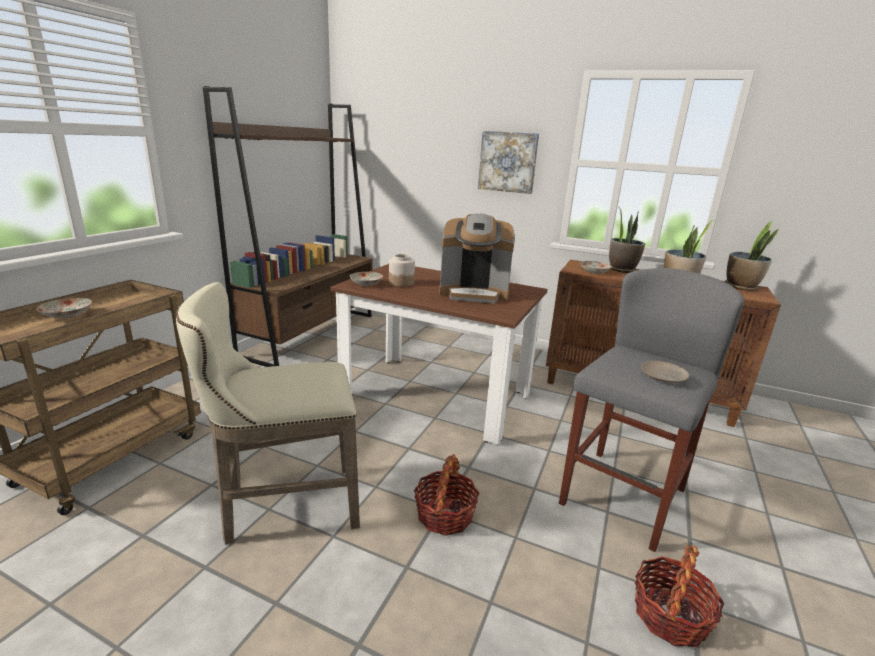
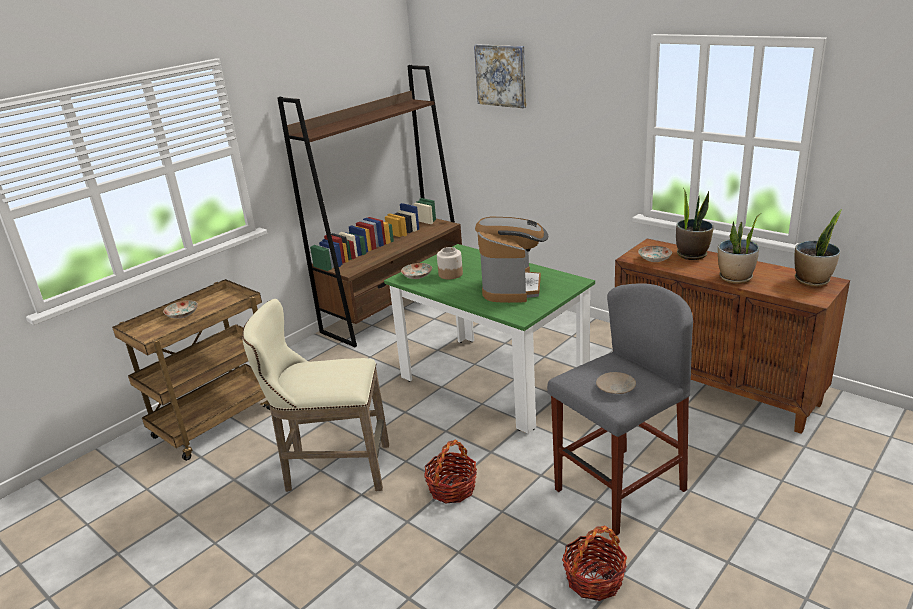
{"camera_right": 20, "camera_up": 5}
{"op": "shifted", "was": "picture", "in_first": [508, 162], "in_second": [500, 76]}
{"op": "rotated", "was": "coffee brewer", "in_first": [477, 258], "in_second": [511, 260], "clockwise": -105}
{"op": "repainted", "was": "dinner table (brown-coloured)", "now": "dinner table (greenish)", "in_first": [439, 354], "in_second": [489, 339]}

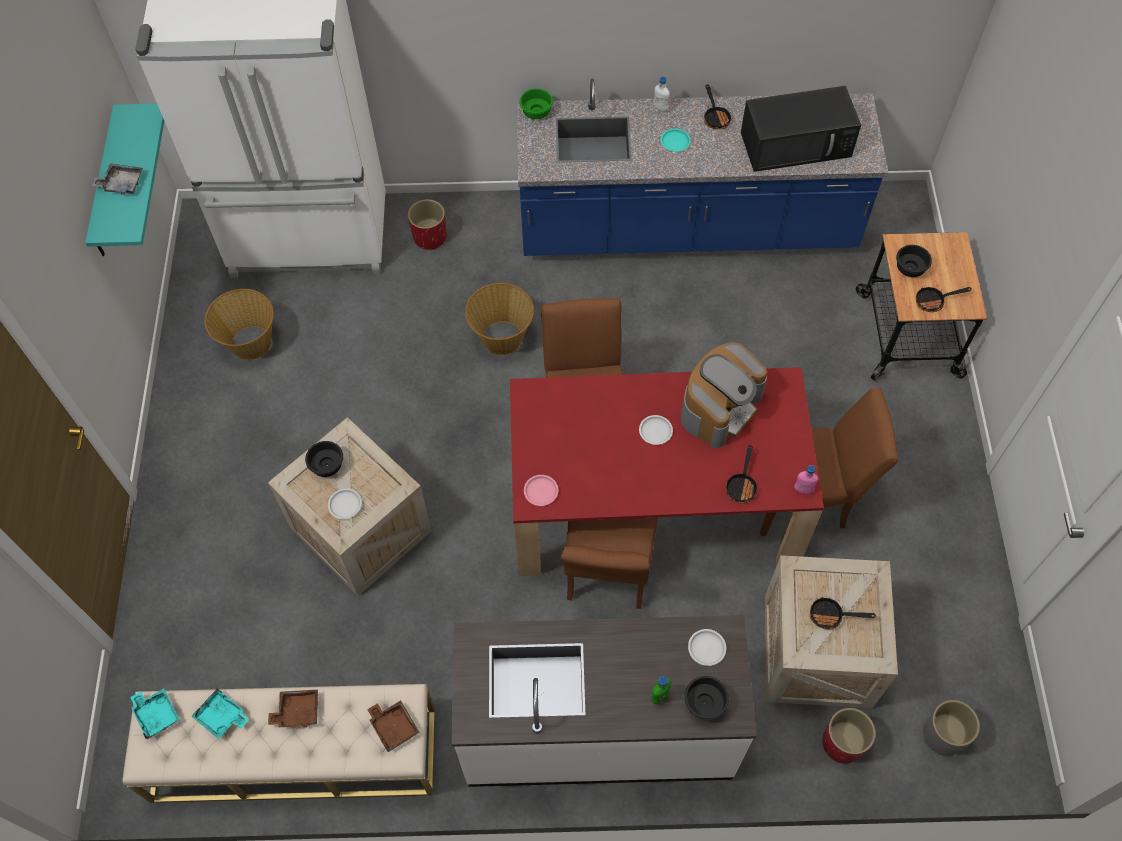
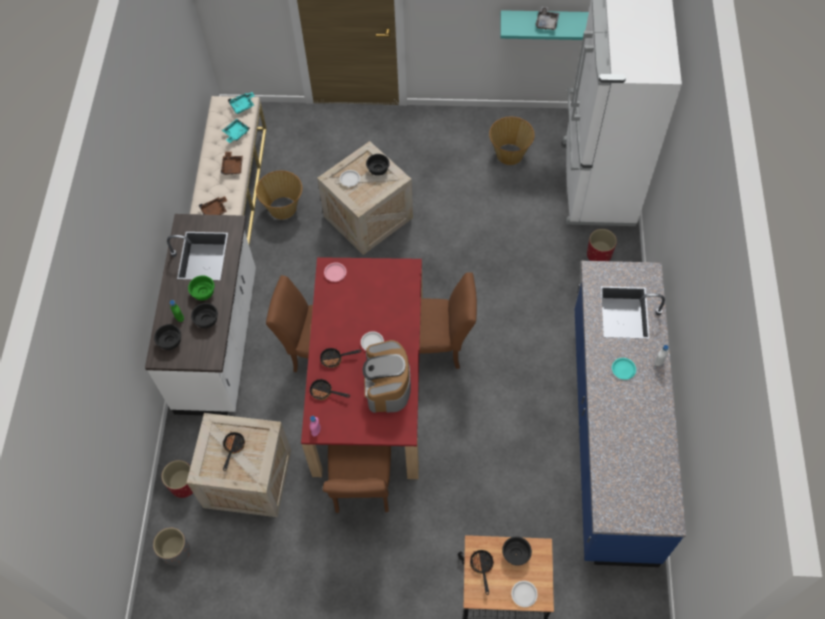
{"camera_right": 95, "camera_up": 0}
{"op": "shifted", "was": "frying pan", "in_first": [718, 107], "in_second": [340, 356]}
{"op": "gone", "was": "kitchen microwave (black)", "in_first": [801, 129]}
{"op": "shifted", "was": "deep dish (greenish)", "in_first": [536, 103], "in_second": [201, 288]}
{"op": "shifted", "was": "household basket", "in_first": [499, 319], "in_second": [279, 194]}
{"op": "rotated", "was": "coffee brewer", "in_first": [724, 395], "in_second": [386, 376], "clockwise": 45}
{"op": "shifted", "was": "plate (whitish)", "in_first": [707, 647], "in_second": [524, 594]}
{"op": "new", "now": "deep dish (black)", "in_second": [204, 315]}

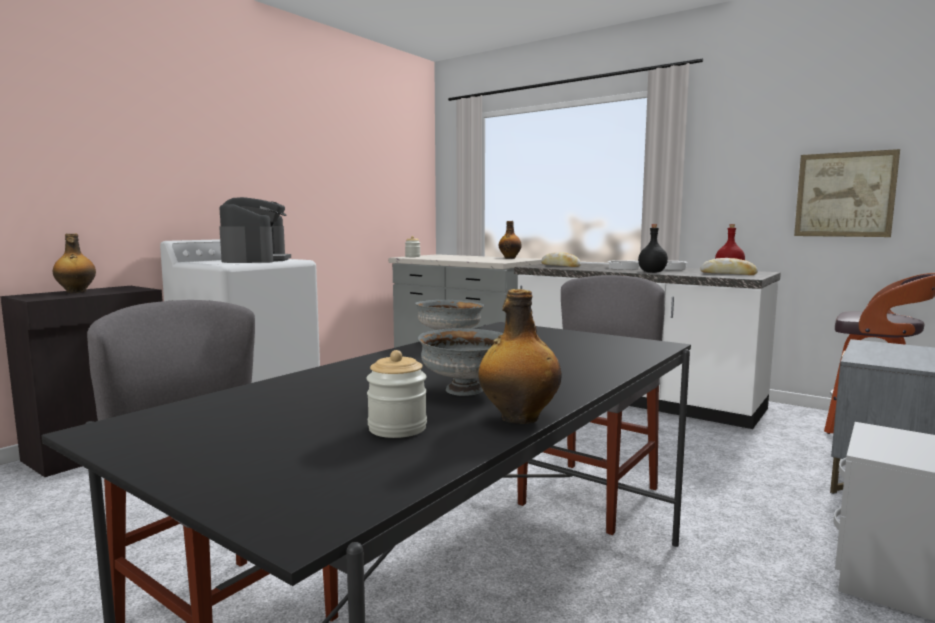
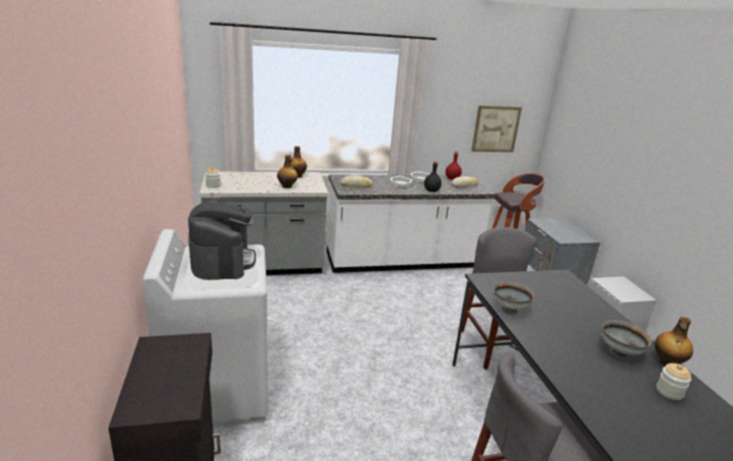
{"camera_right": -50, "camera_up": 15}
{"op": "rotated", "was": "coffee brewer", "in_first": [255, 230], "in_second": [222, 240], "clockwise": 45}
{"op": "shifted", "was": "drink bottle", "in_first": [74, 263], "in_second": [287, 171]}

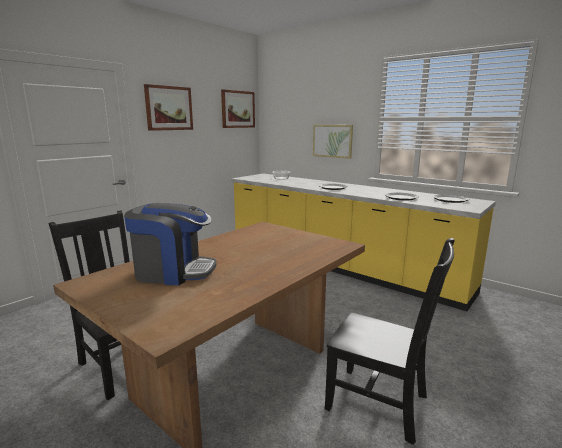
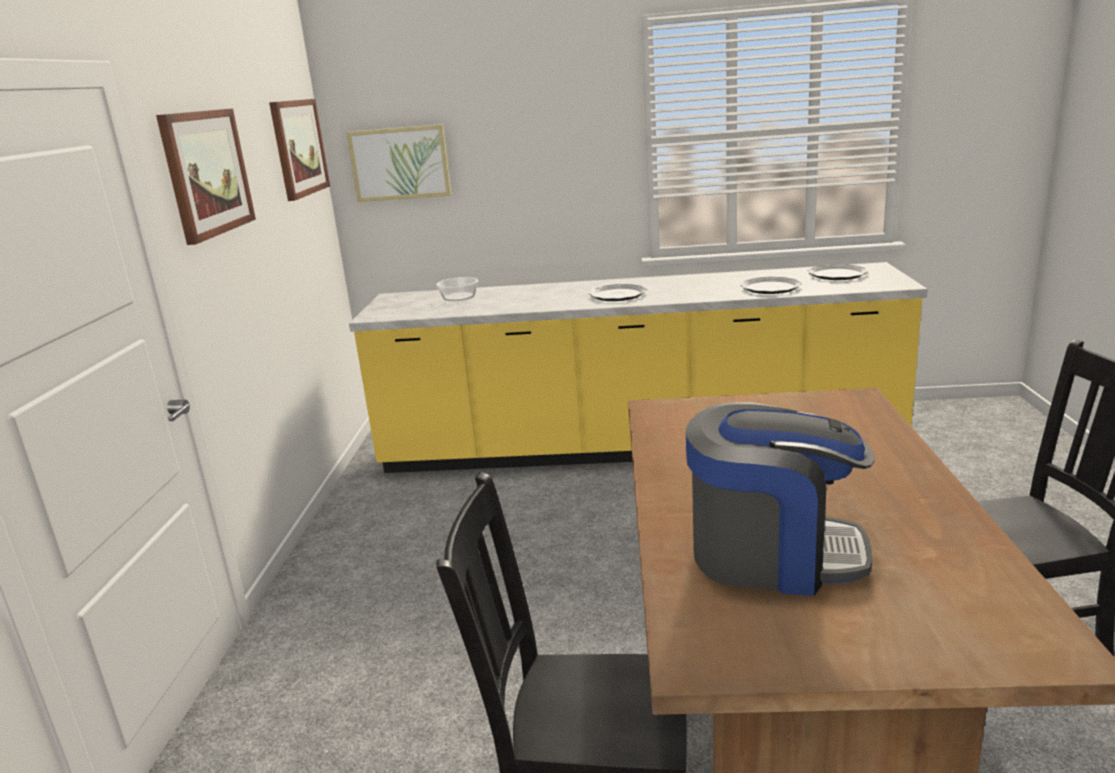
{"camera_right": -35, "camera_up": 5}
{"op": "shifted", "was": "picture", "in_first": [333, 142], "in_second": [399, 163]}
{"op": "rotated", "was": "coffee brewer", "in_first": [170, 244], "in_second": [780, 499], "clockwise": 45}

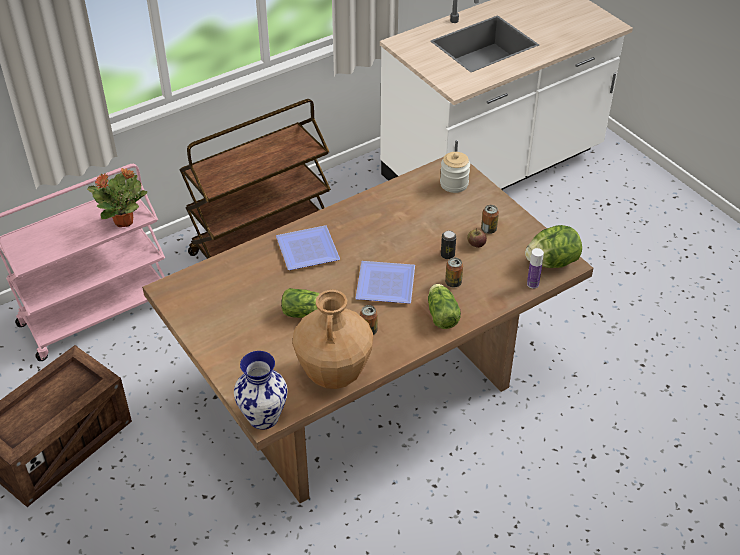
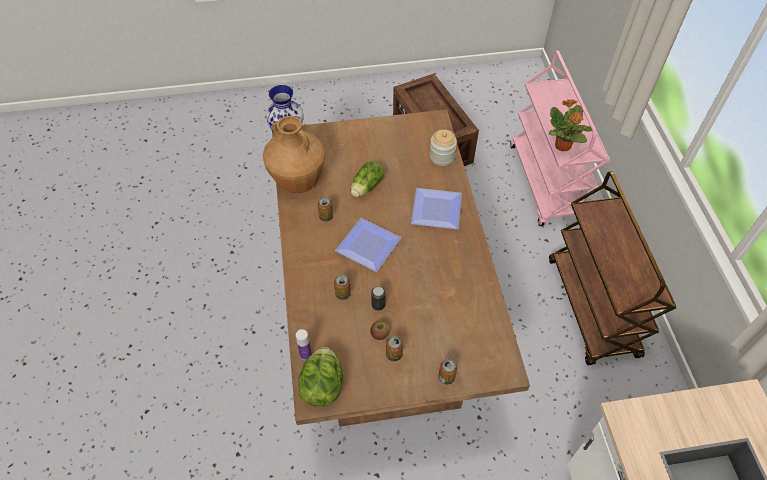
{"camera_right": 115, "camera_up": 10}
{"op": "shifted", "was": "jar", "in_first": [455, 172], "in_second": [443, 147]}
{"op": "gone", "was": "head of lettuce", "in_first": [444, 306]}
{"op": "new", "now": "sealed can", "in_second": [447, 372]}

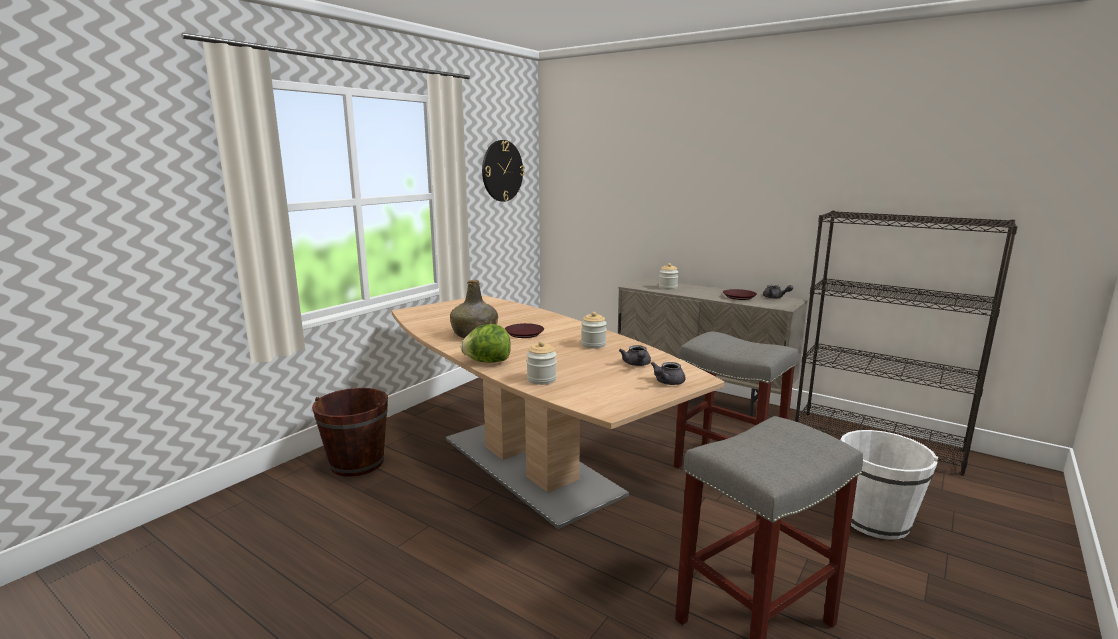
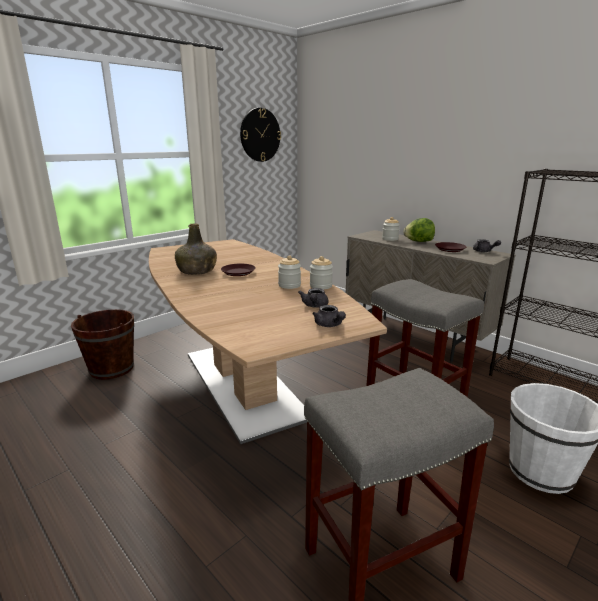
{"camera_right": 10, "camera_up": 5}
{"op": "shifted", "was": "head of lettuce", "in_first": [486, 343], "in_second": [419, 230]}
{"op": "shifted", "was": "jar", "in_first": [541, 363], "in_second": [321, 272]}
{"op": "rotated", "was": "tea pot (greyish)", "in_first": [668, 373], "in_second": [329, 316], "clockwise": -75}

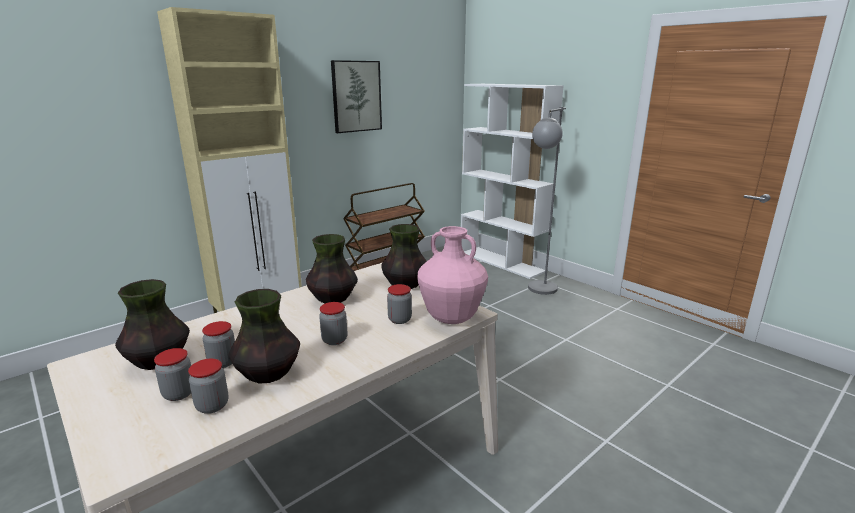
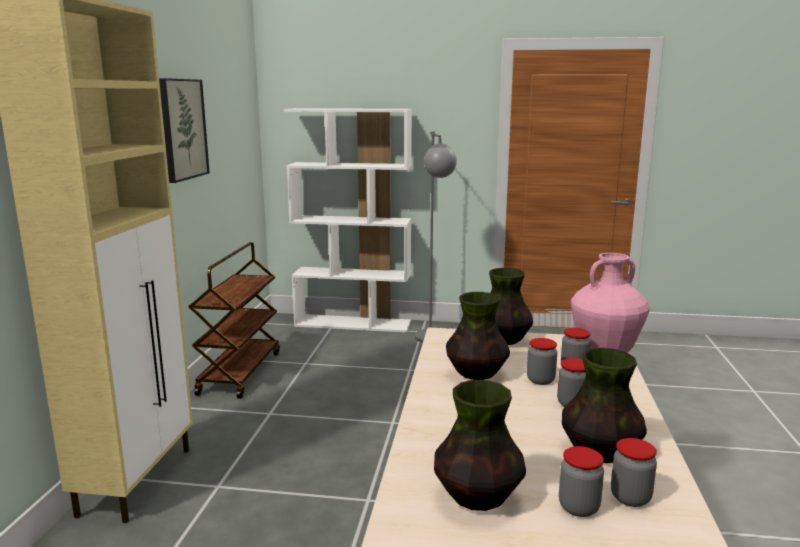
{"camera_right": -40, "camera_up": -5}
{"op": "shifted", "was": "jar", "in_first": [218, 344], "in_second": [542, 361]}

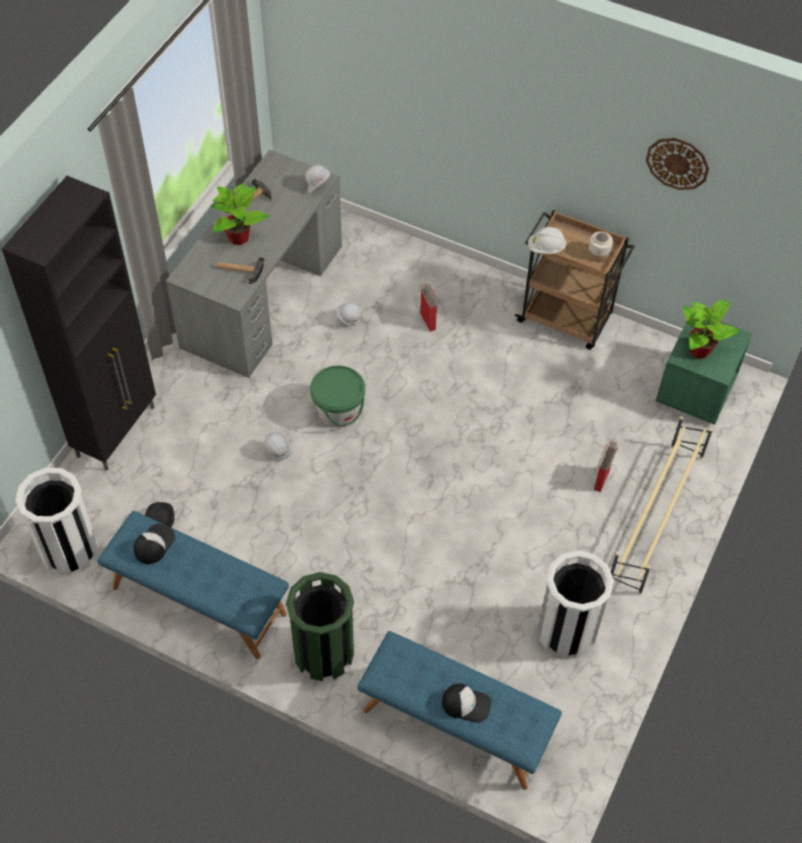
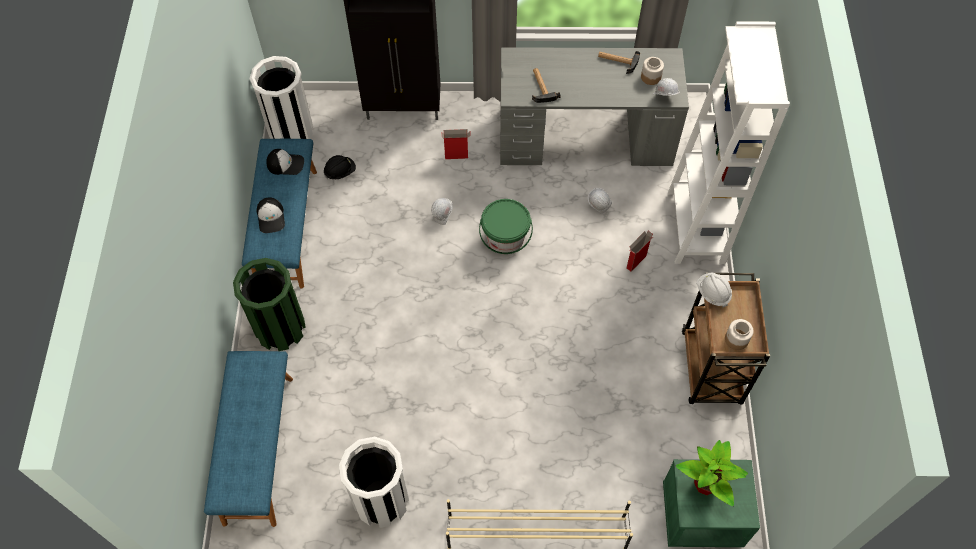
{"camera_right": 65, "camera_up": 5}
{"op": "gone", "was": "clock on the wall", "in_first": [677, 164]}
{"op": "gone", "was": "potted plant", "in_first": [240, 214]}
{"op": "shifted", "was": "carton", "in_first": [606, 466], "in_second": [456, 144]}
{"op": "shifted", "was": "baseball cap", "in_first": [466, 703], "in_second": [271, 215]}
{"op": "new", "now": "bookshelf (whitish)", "in_second": [729, 143]}
{"op": "new", "now": "jar", "in_second": [652, 71]}

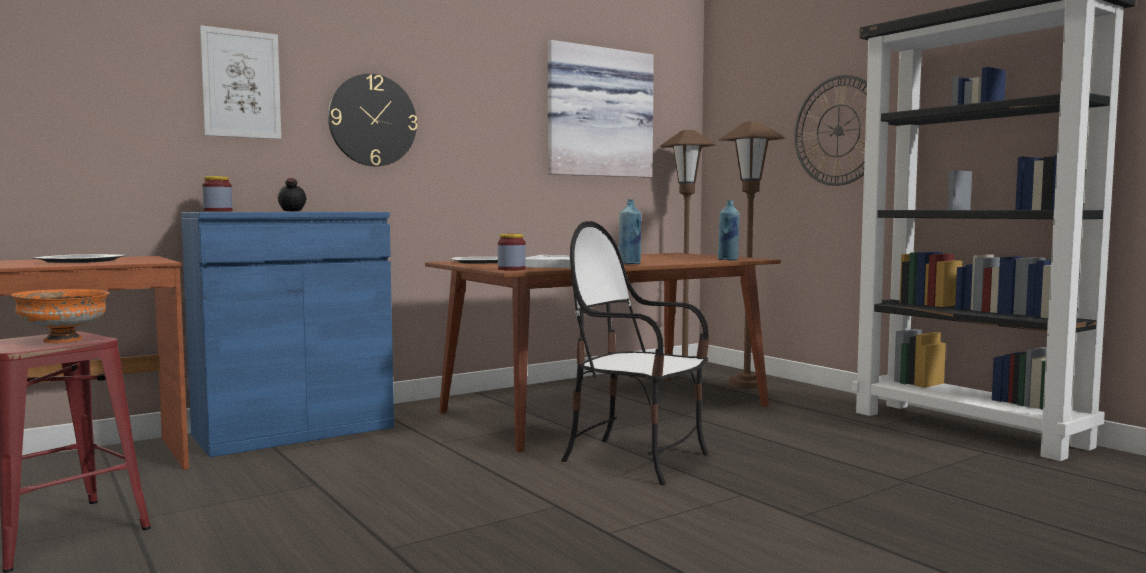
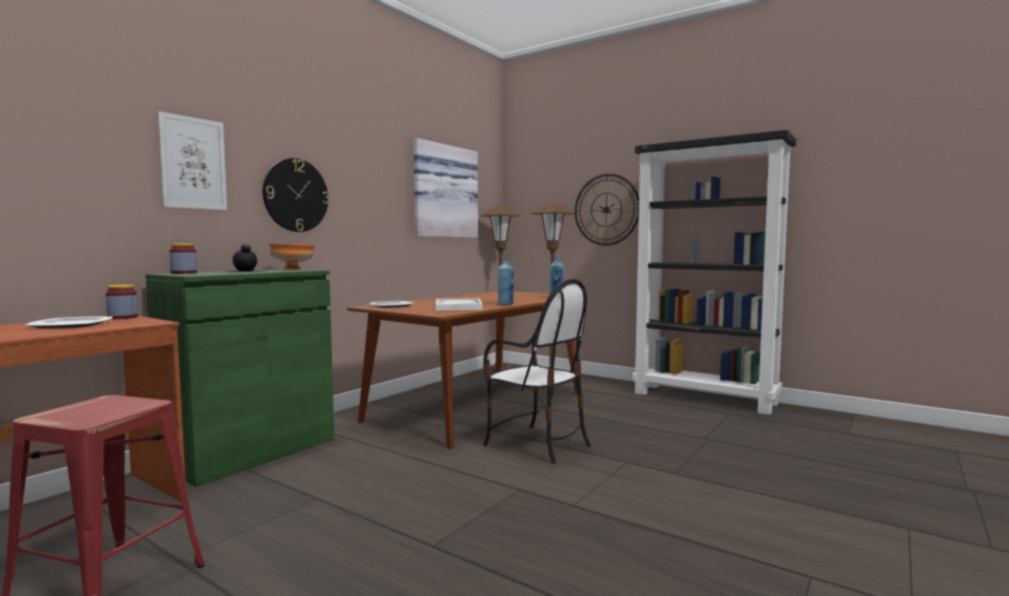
{"camera_right": -20, "camera_up": 0}
{"op": "repainted", "was": "cupboard (bluish)", "now": "cupboard (greenish)", "in_first": [287, 334], "in_second": [240, 378]}
{"op": "rotated", "was": "chair", "in_first": [635, 353], "in_second": [537, 371], "clockwise": -150}
{"op": "shifted", "was": "jar", "in_first": [512, 252], "in_second": [122, 301]}
{"op": "shifted", "was": "deep dish (orange)", "in_first": [60, 316], "in_second": [292, 257]}

